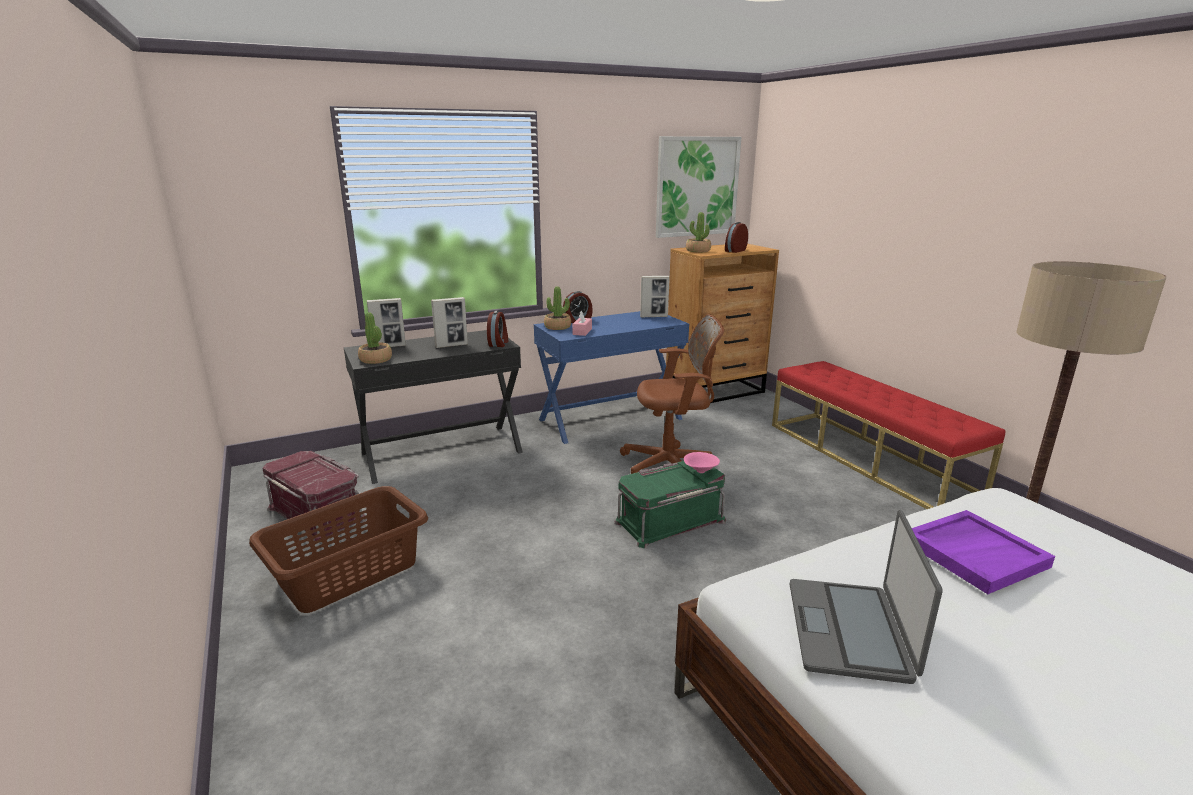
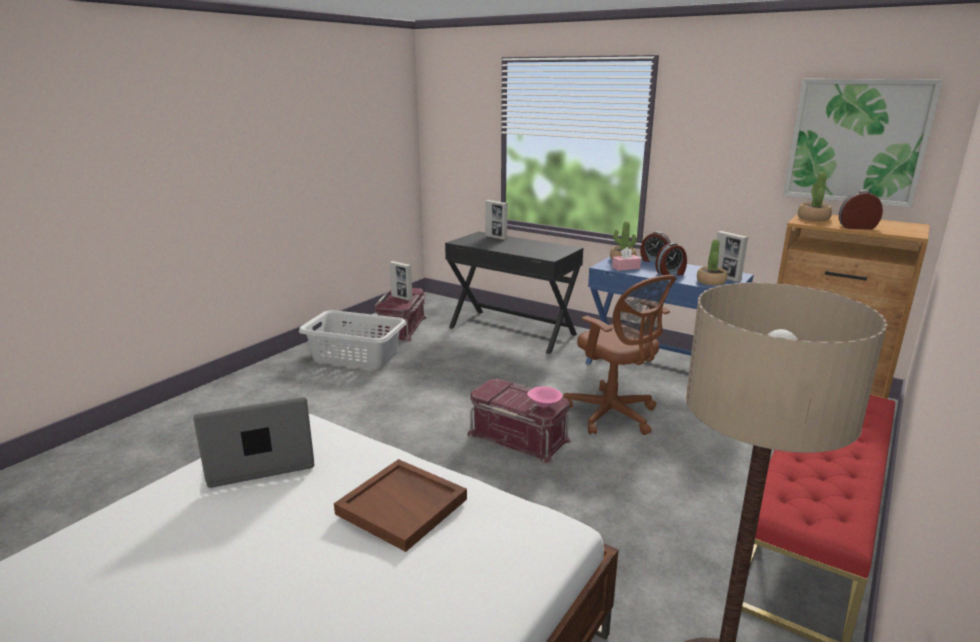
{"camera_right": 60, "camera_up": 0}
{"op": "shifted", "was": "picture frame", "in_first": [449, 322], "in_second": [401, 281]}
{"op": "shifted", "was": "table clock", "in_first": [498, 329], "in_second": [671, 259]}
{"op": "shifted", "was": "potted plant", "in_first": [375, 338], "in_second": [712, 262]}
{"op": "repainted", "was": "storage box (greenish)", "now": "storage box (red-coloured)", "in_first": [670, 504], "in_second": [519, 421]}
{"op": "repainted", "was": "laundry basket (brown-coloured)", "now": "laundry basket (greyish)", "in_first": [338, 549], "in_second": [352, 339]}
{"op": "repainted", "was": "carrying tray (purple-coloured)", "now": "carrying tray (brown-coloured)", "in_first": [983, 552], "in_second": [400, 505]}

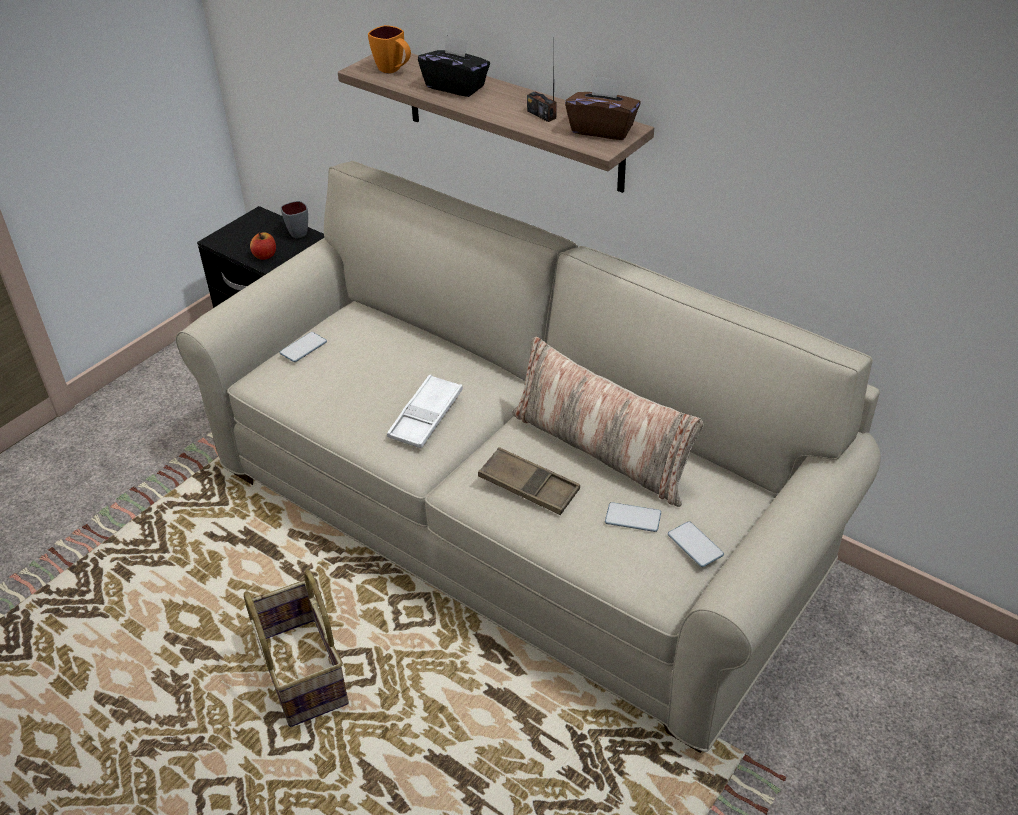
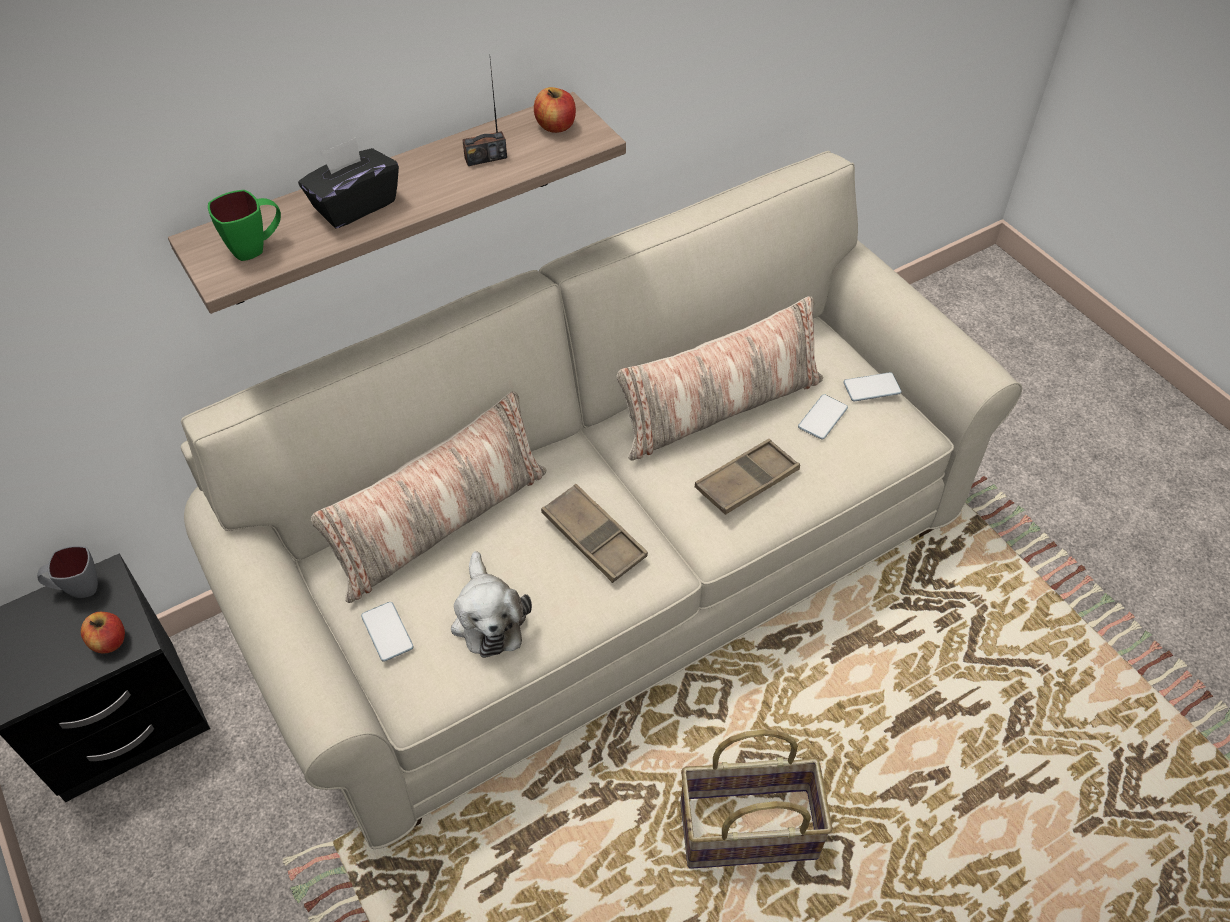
{"camera_right": -70, "camera_up": 10}
{"op": "repainted", "was": "mug (orange)", "now": "mug (greenish)", "in_first": [389, 49], "in_second": [244, 225]}
{"op": "swapped", "was": "tissue holder (brown-coloured)", "now": "apple fruit", "in_first": [603, 108], "in_second": [555, 110]}
{"op": "repainted", "was": "carrying tray (whitish)", "now": "carrying tray (brown-coloured)", "in_first": [425, 411], "in_second": [594, 533]}
{"op": "new", "now": "pillow", "in_second": [428, 497]}
{"op": "new", "now": "soft toy", "in_second": [491, 604]}

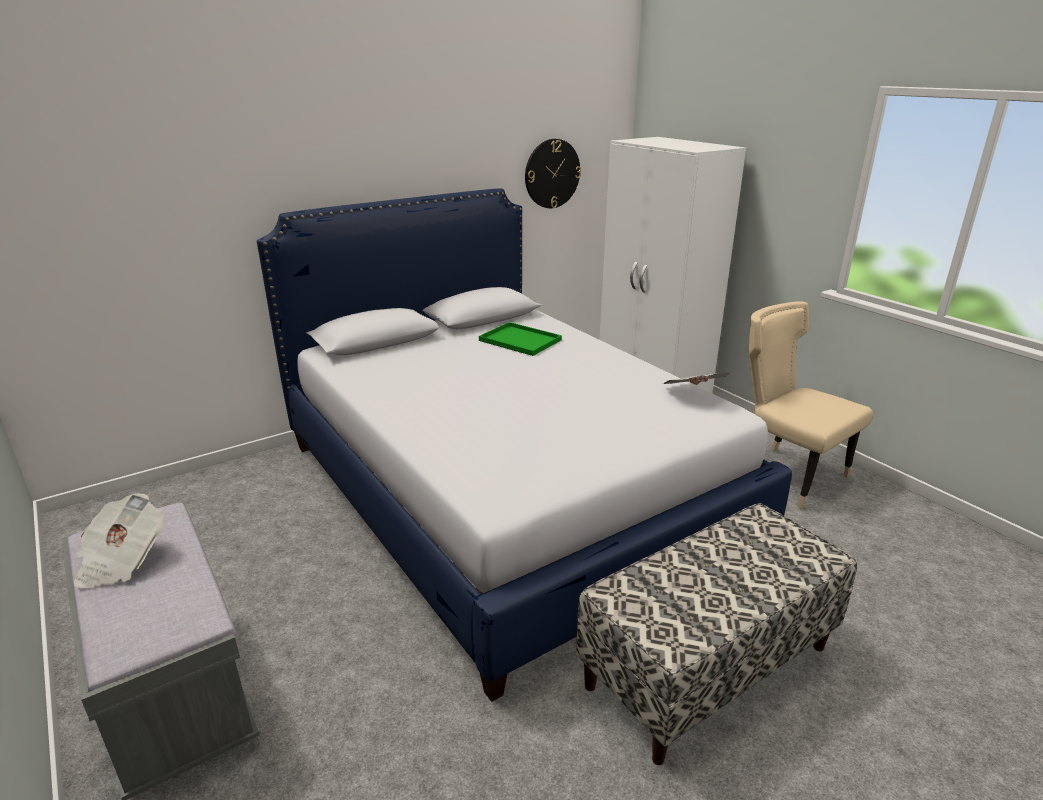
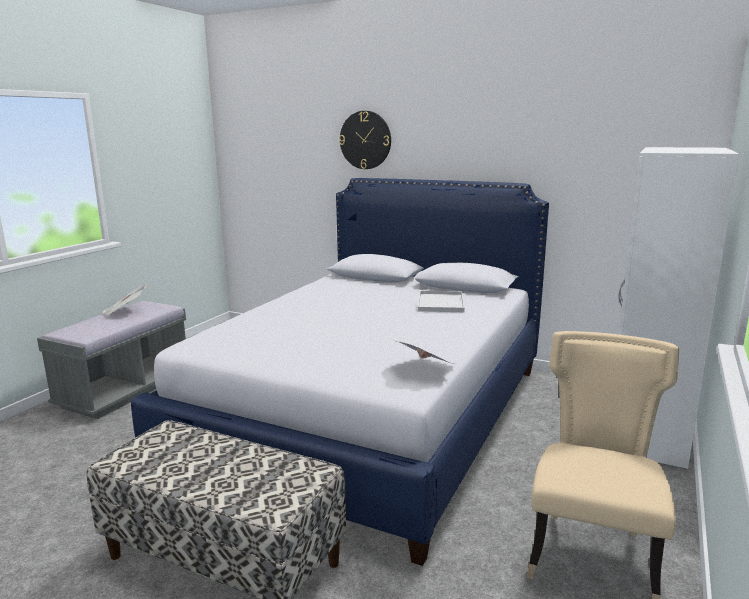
{"camera_right": 60, "camera_up": -10}
{"op": "shifted", "was": "clock on the wall", "in_first": [553, 173], "in_second": [365, 140]}
{"op": "repainted", "was": "carrying tray (greenish)", "now": "carrying tray (whitish)", "in_first": [520, 339], "in_second": [441, 301]}

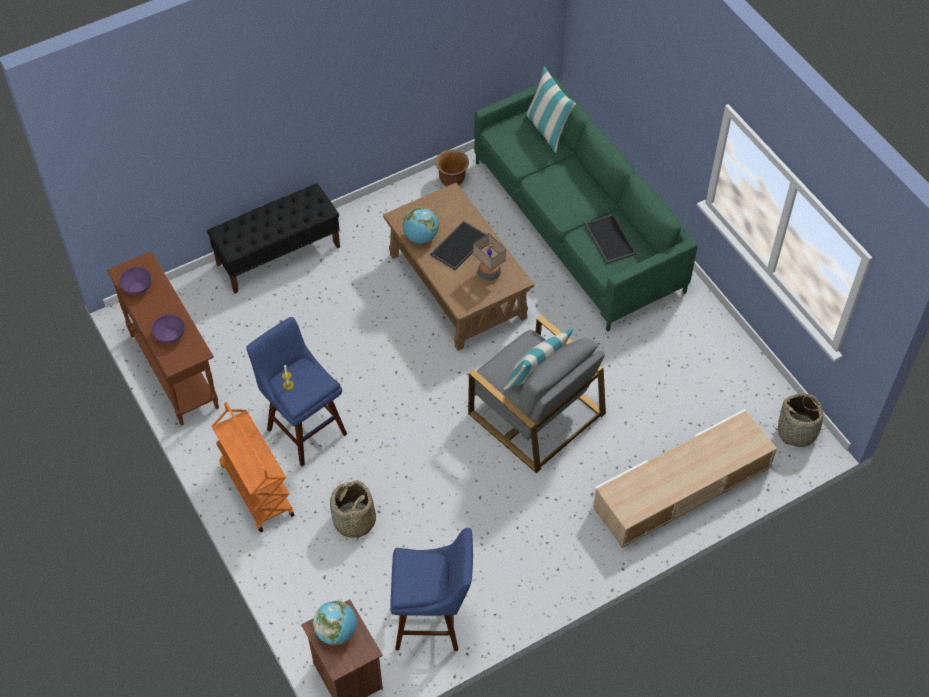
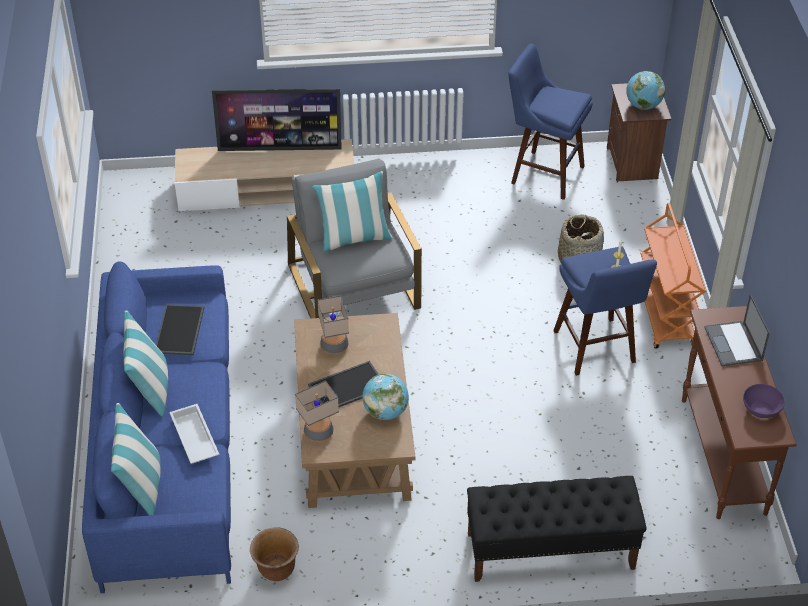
{"camera_right": -155, "camera_up": -10}
{"op": "repainted", "was": "sofa (greenish)", "now": "sofa (bluish)", "in_first": [585, 203], "in_second": [156, 427]}
{"op": "swapped", "was": "deep dish (purple-coloured)", "now": "laptop", "in_first": [168, 328], "in_second": [737, 330]}
{"op": "gone", "was": "household basket", "in_first": [802, 420]}
{"op": "new", "now": "TV set", "in_second": [277, 120]}
{"op": "new", "now": "pillow", "in_second": [145, 363]}
{"op": "new", "now": "table lamp", "in_second": [317, 411]}
{"op": "new", "now": "carrying tray (whitish)", "in_second": [194, 434]}

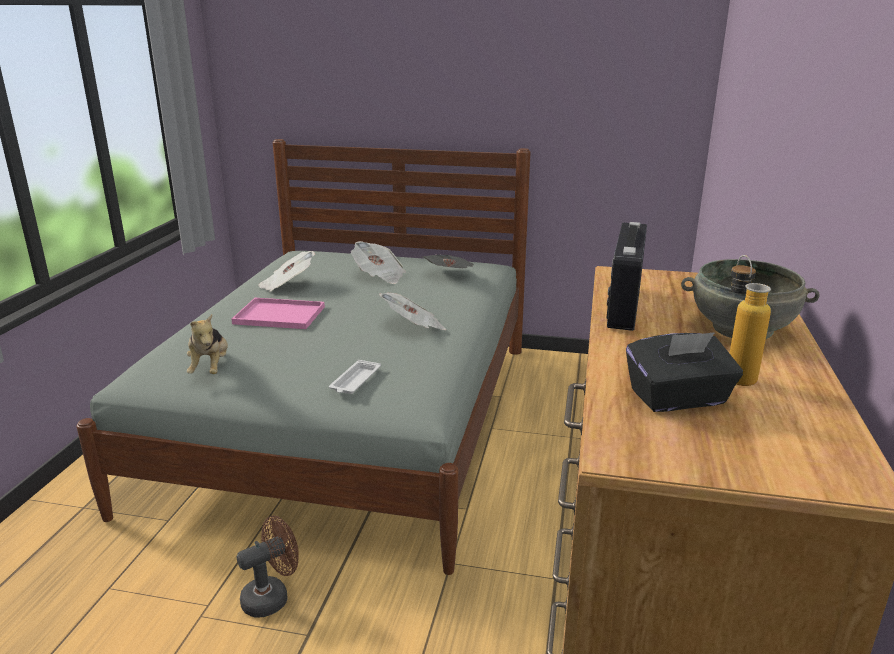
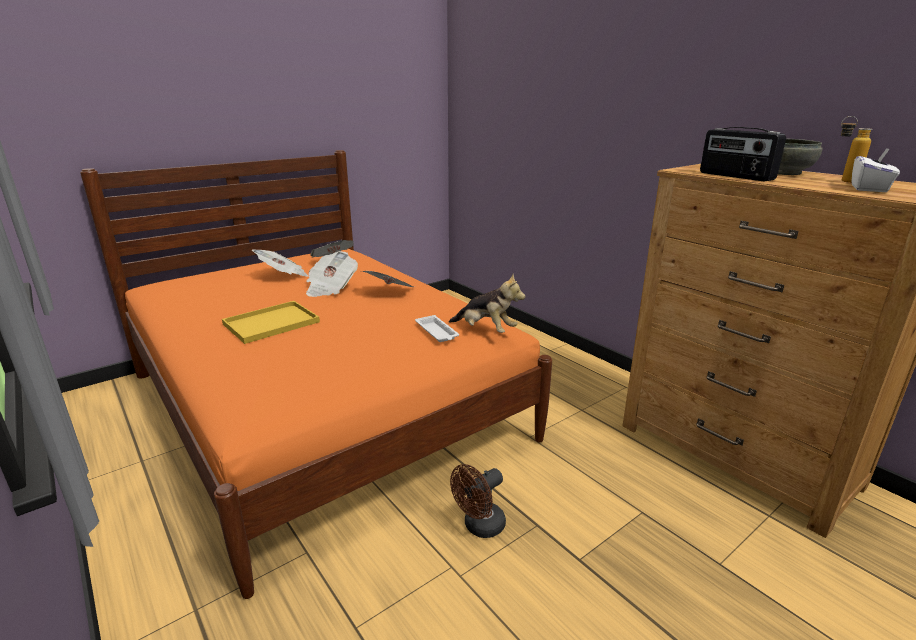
{"camera_right": -50, "camera_up": 0}
{"op": "repainted", "was": "sleeping bed (greyish)", "now": "sleeping bed (orange)", "in_first": [303, 357], "in_second": [316, 374]}
{"op": "shifted", "was": "daily paper", "in_first": [286, 271], "in_second": [332, 274]}
{"op": "repainted", "was": "carrying tray (pinkish)", "now": "carrying tray (yellowish)", "in_first": [278, 313], "in_second": [271, 322]}
{"op": "shifted", "was": "soft toy", "in_first": [207, 344], "in_second": [487, 303]}
{"op": "repainted", "was": "tissue holder (black)", "now": "tissue holder (whitish)", "in_first": [684, 372], "in_second": [875, 170]}
{"op": "rotated", "was": "electric fan (brown-coloured)", "in_first": [268, 566], "in_second": [478, 501], "clockwise": -135}

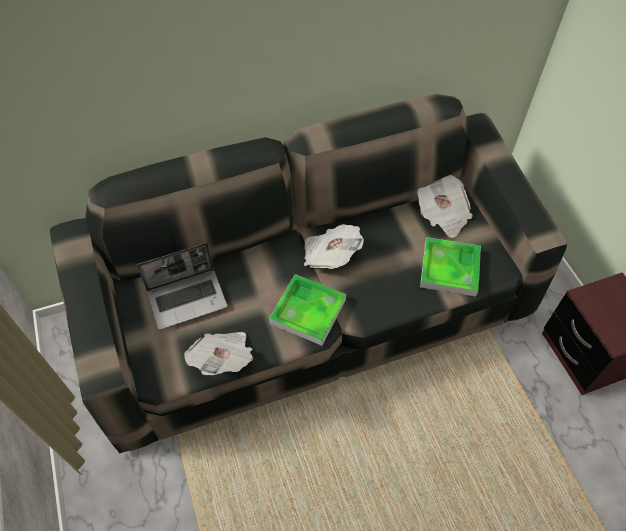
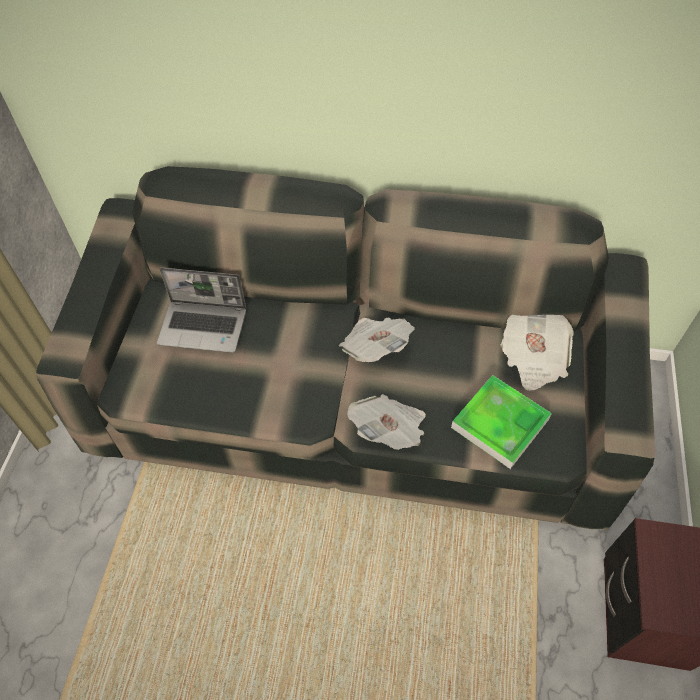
{"camera_right": 30, "camera_up": 0}
{"op": "gone", "was": "carrying tray", "in_first": [307, 310]}
{"op": "shifted", "was": "daily paper", "in_first": [218, 353], "in_second": [386, 422]}

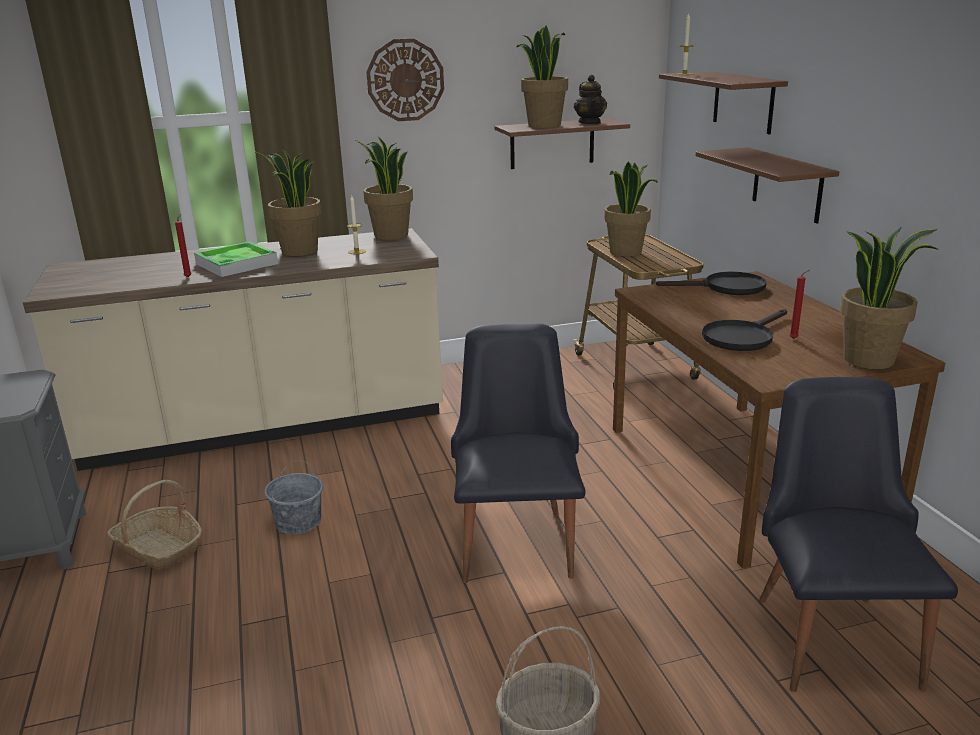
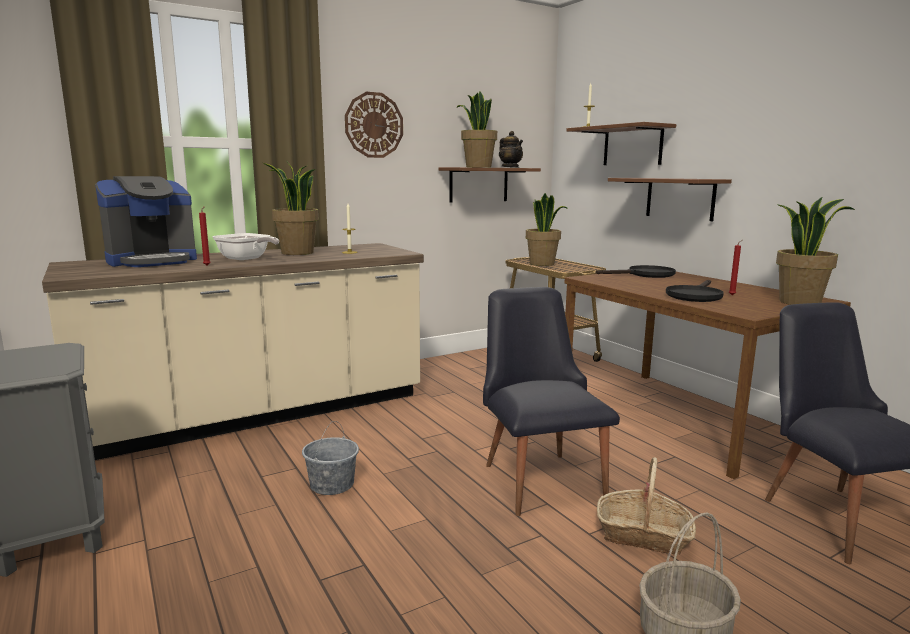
{"camera_right": -15, "camera_up": -10}
{"op": "gone", "was": "potted plant", "in_first": [383, 188]}
{"op": "swapped", "was": "carrying tray", "now": "frying pan", "in_first": [236, 259], "in_second": [246, 246]}
{"op": "shifted", "was": "household basket", "in_first": [154, 525], "in_second": [646, 506]}
{"op": "new", "now": "coffee brewer", "in_second": [146, 221]}

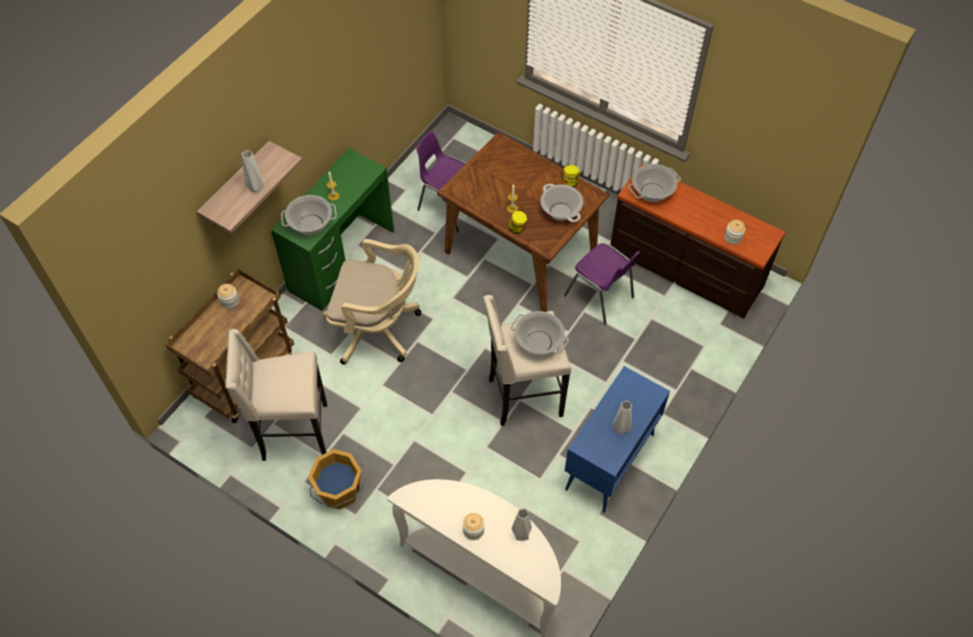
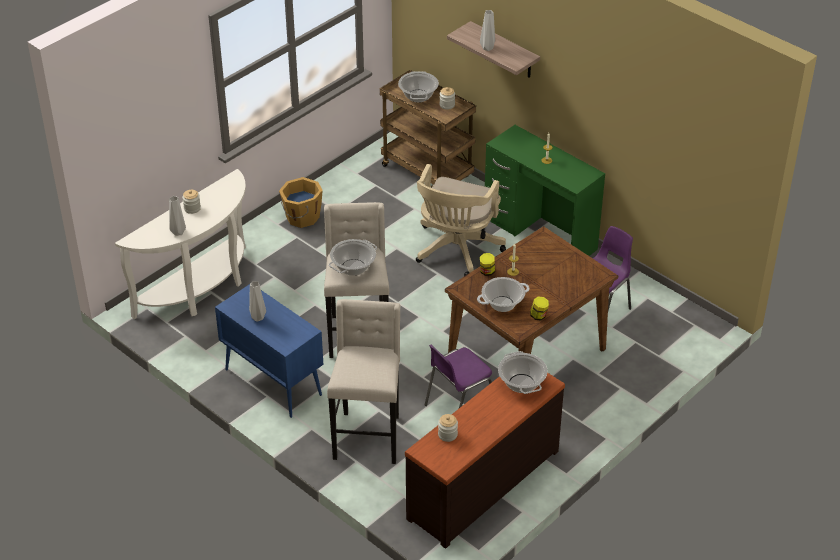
{"camera_right": 100, "camera_up": -15}
{"op": "shifted", "was": "cooking pot", "in_first": [309, 215], "in_second": [418, 87]}
{"op": "shifted", "was": "stool (beige)", "in_first": [276, 395], "in_second": [363, 381]}

